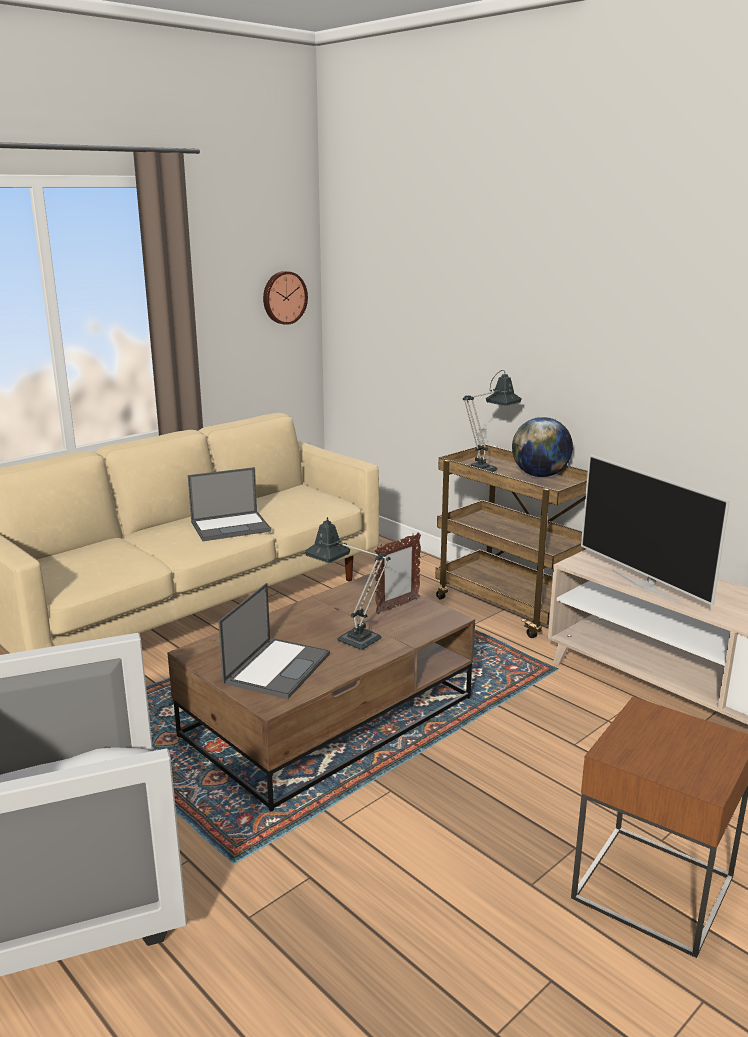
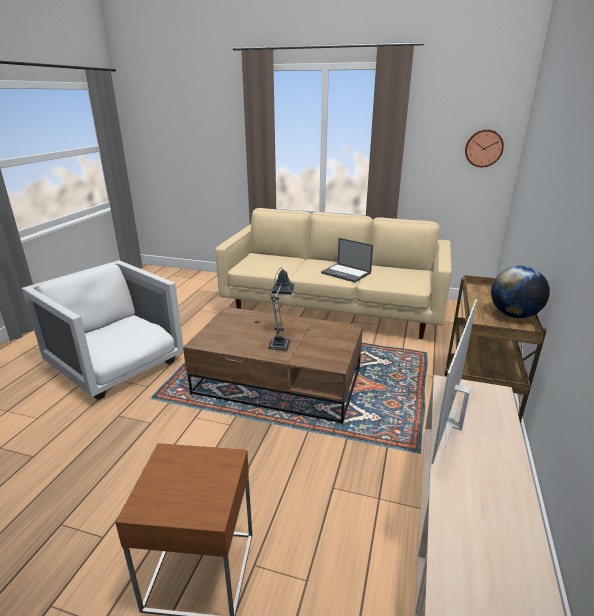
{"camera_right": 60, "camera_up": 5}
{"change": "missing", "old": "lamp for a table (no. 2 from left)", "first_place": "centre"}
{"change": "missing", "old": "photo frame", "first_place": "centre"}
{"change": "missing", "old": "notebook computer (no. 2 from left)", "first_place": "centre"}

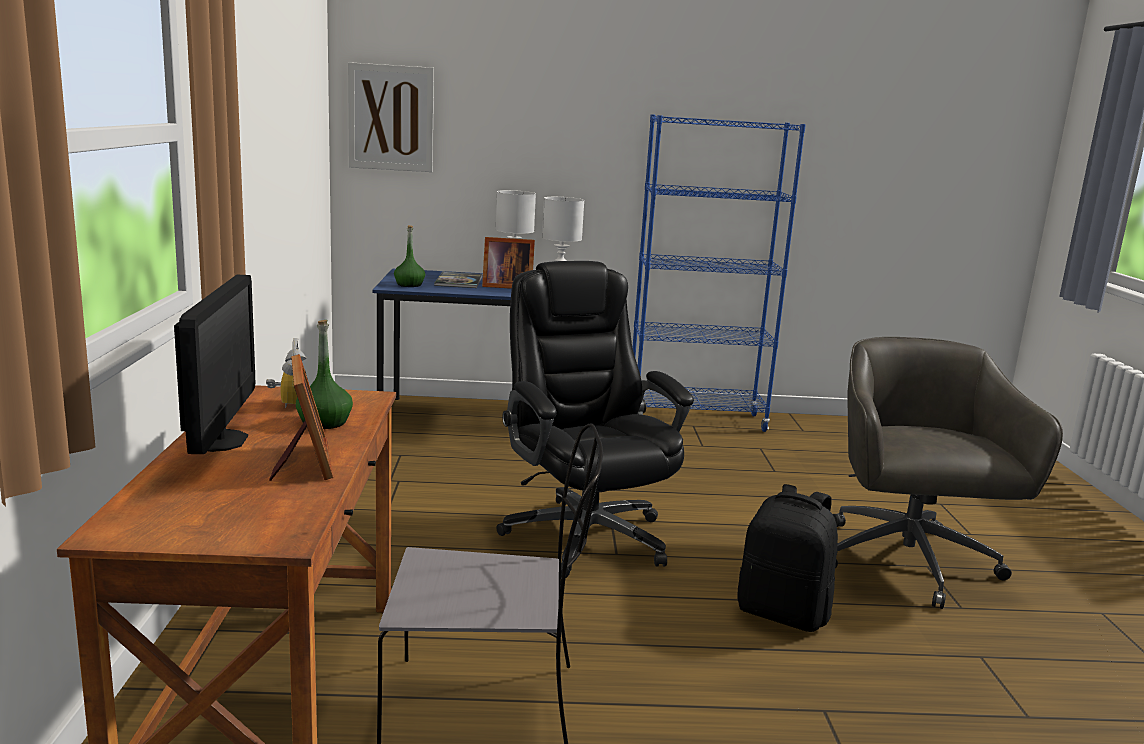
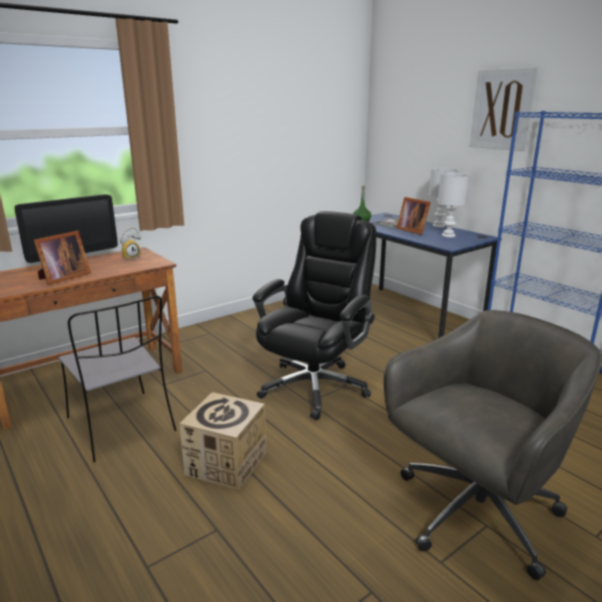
{"camera_right": 55, "camera_up": 5}
{"change": "relocated", "old": "wall art", "first_place": "top centre", "second_place": "top right"}
{"change": "missing", "old": "beverage bottle (green-coloured) (no. 1 from left)", "first_place": "middle left"}
{"change": "missing", "old": "rucksack (black)", "first_place": "bottom right"}
{"change": "appeared", "new": "cardboard box", "second_place": "bottom centre"}

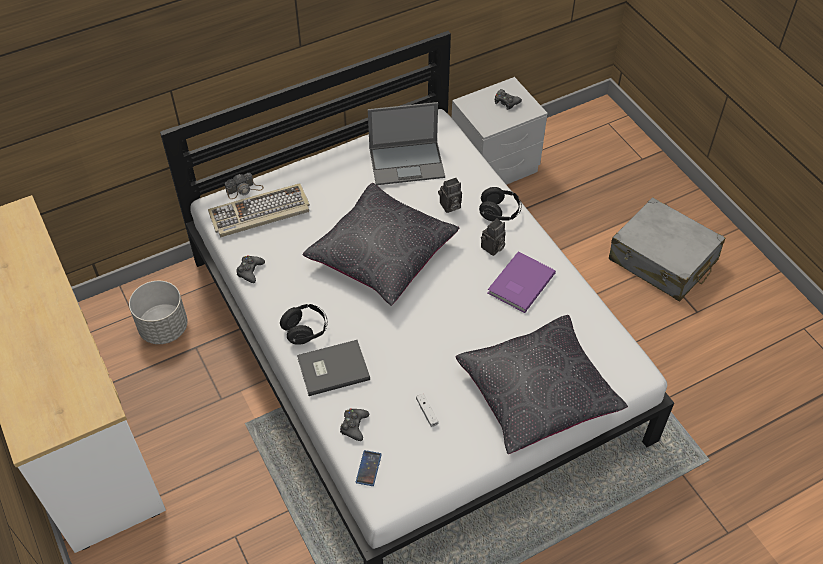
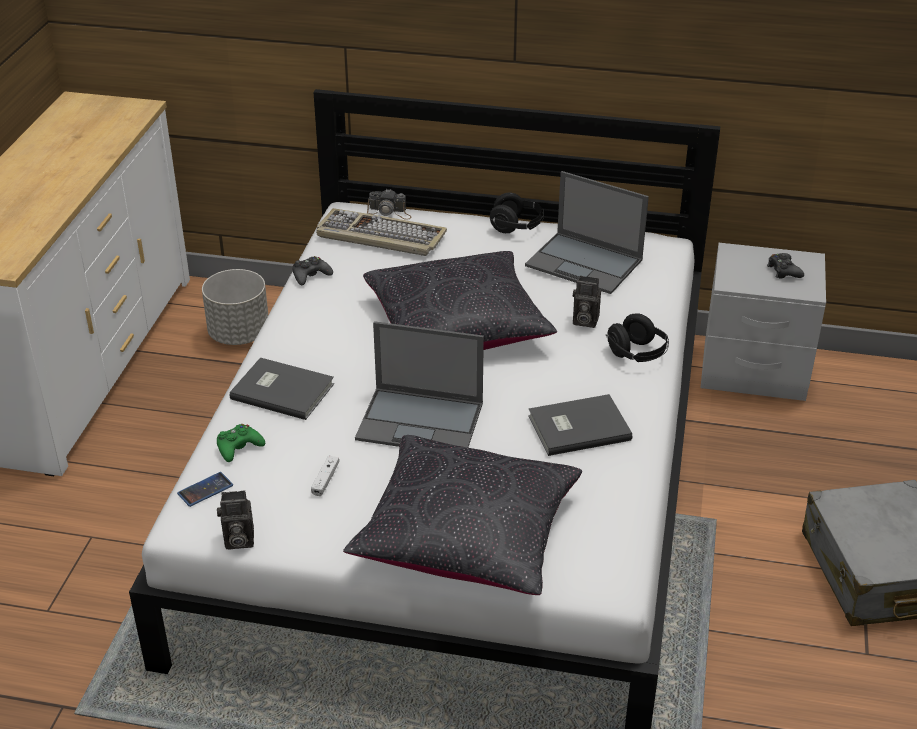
{"camera_right": 40, "camera_up": -15}
{"change": "relocated", "old": "still camera (no. 3 from left in the first image)", "new": "still camera (no. 1 from left)", "first_place": "centre", "second_place": "bottom left"}
{"change": "colour", "old": "book (purple)", "new": "book (grey) (no. 2 from left)", "first_place": "centre", "second_place": "centre"}
{"change": "relocated", "old": "headset (black) (no. 1 from left)", "first_place": "centre", "second_place": "top centre"}
{"change": "colour", "old": "gamepad (black) (no. 2 from left)", "new": "gamepad (green-coloured)", "first_place": "bottom centre", "second_place": "middle left"}
{"change": "appeared", "new": "notebook computer (no. 1 from left)", "second_place": "centre"}

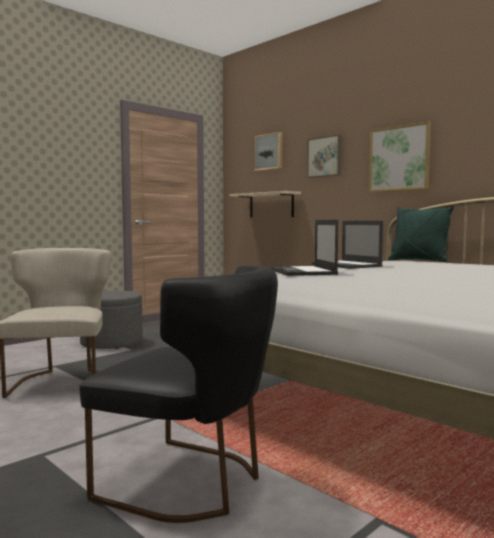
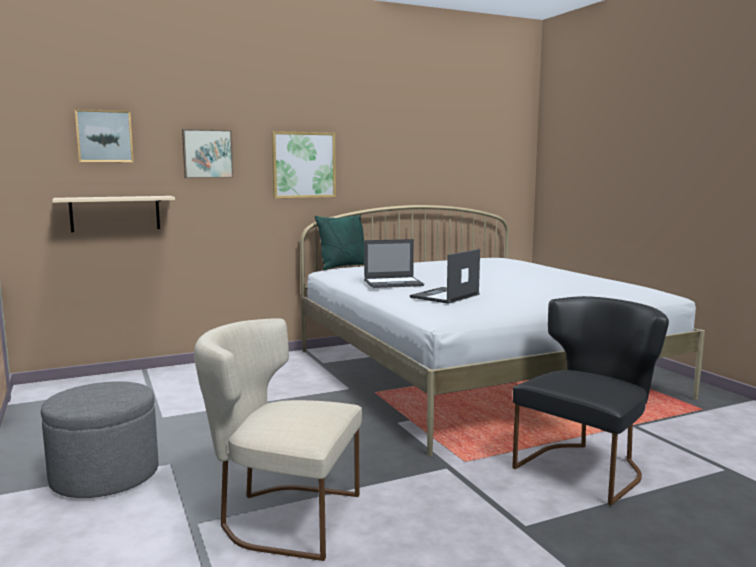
{"camera_right": -70, "camera_up": 5}
{"change": "spun", "old": "notebook computer (no. 1 from left in the first image)", "first_place": "centre", "second_place": "centre", "degrees": 120}

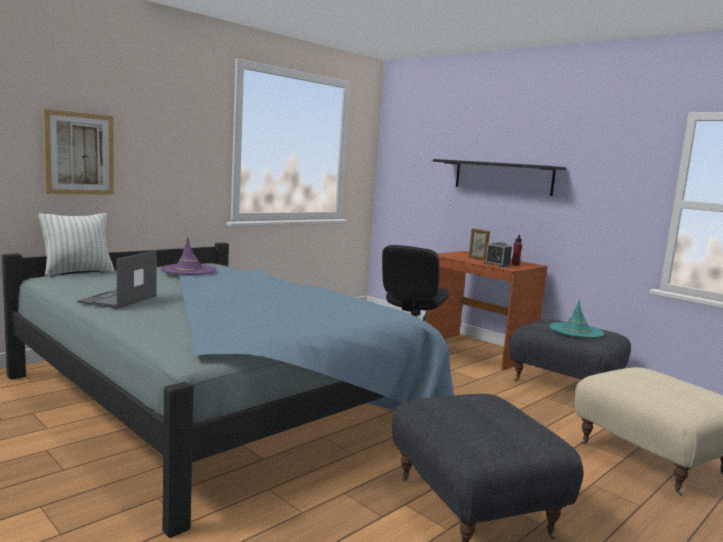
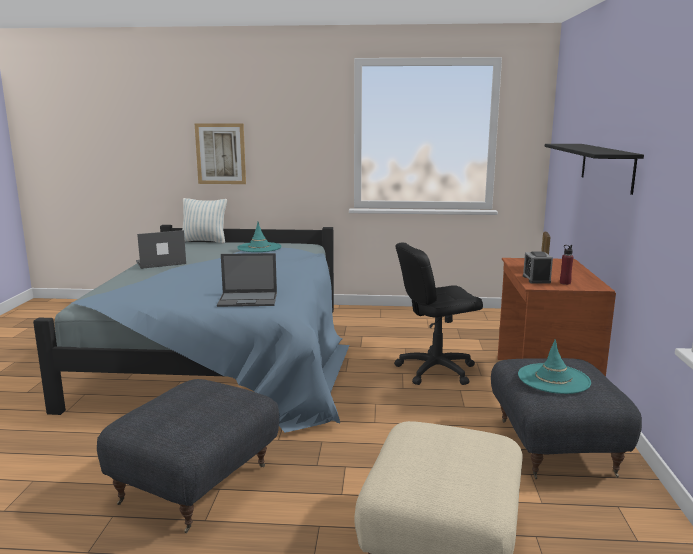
{"camera_right": 50, "camera_up": 5}
{"change": "colour", "old": "hat (purple)", "new": "hat (turquoise-coloured) (no. 1 from left)", "first_place": "middle left", "second_place": "centre"}
{"change": "appeared", "new": "notebook computer (no. 2 from left)", "second_place": "centre"}

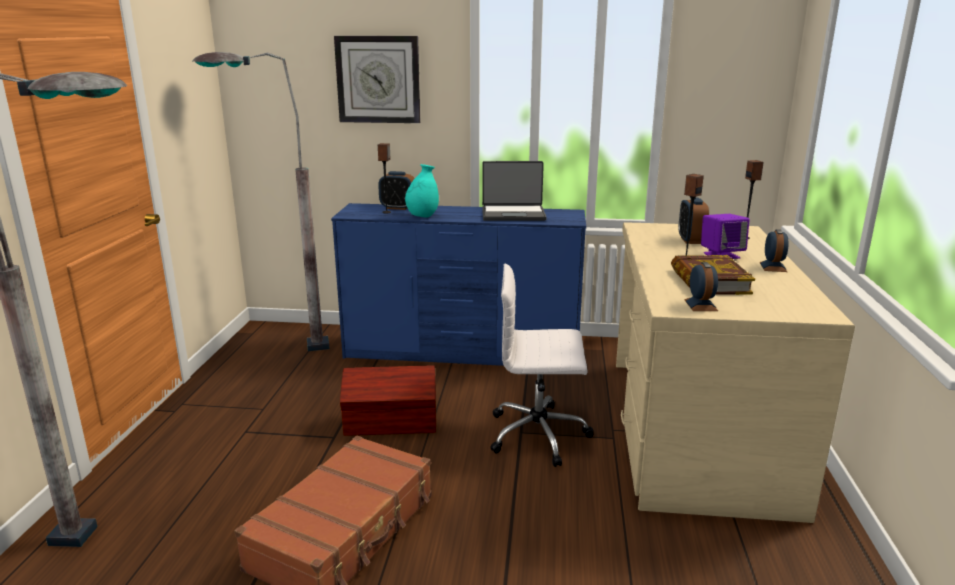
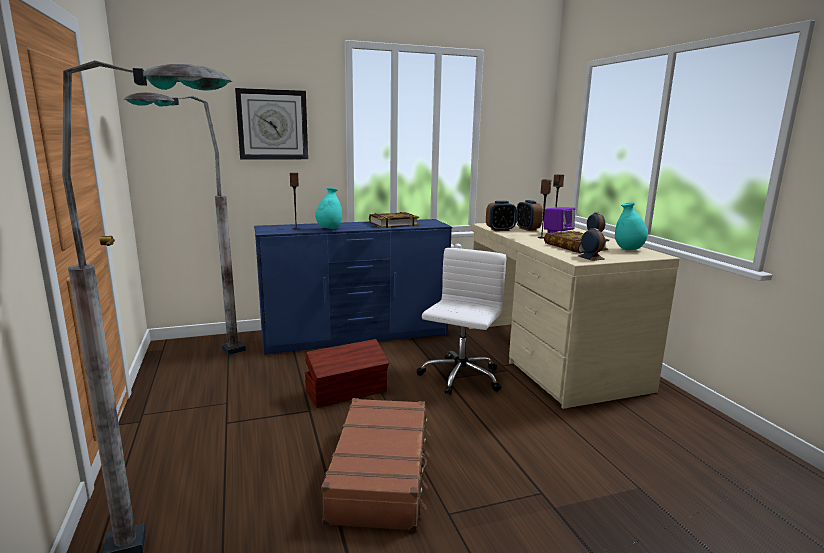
{"camera_right": -25, "camera_up": -5}
{"change": "exchanged", "old": "notebook computer", "new": "book (no. 1 from left)", "first_place": "top centre", "second_place": "centre"}
{"change": "relocated", "old": "alarm clock (no. 1 from left)", "first_place": "top centre", "second_place": "centre"}
{"change": "spun", "old": "computer chair (white-coloured)", "first_place": "centre", "second_place": "centre", "degrees": 135}
{"change": "appeared", "new": "vase (turquoise-coloured) (no. 2 from left)", "second_place": "middle right"}

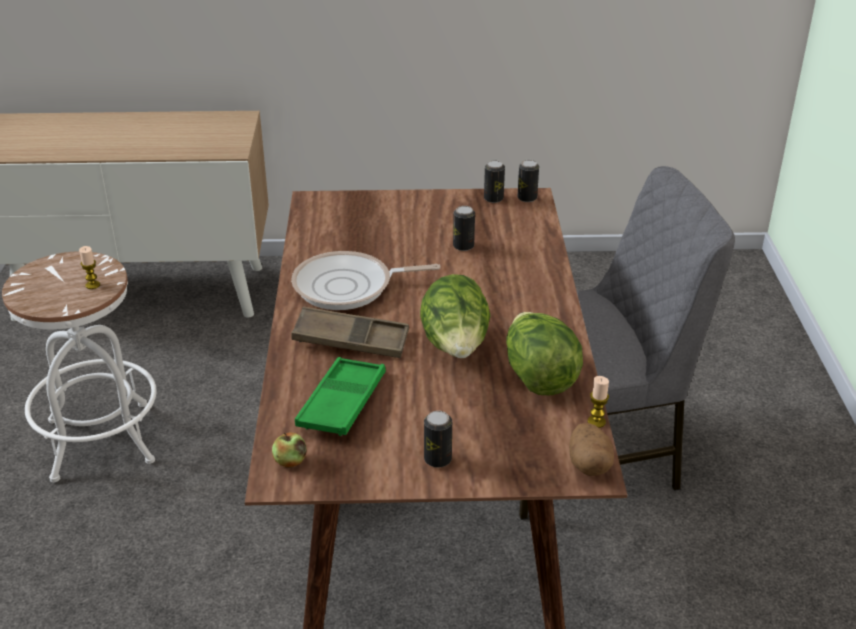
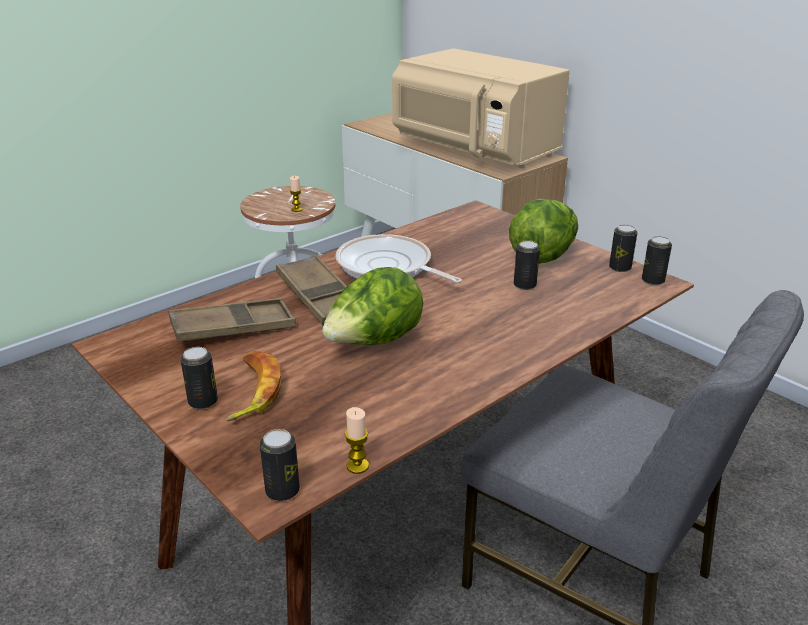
{"camera_right": 50, "camera_up": -5}
{"change": "relocated", "old": "lettuce head (no. 2 from left)", "first_place": "centre", "second_place": "middle right"}
{"change": "colour", "old": "carrying tray (green-coloured)", "new": "carrying tray (brown-coloured) (no. 1 from left)", "first_place": "centre", "second_place": "middle left"}
{"change": "exchanged", "old": "spud", "new": "can (no. 2 from left)", "first_place": "bottom right", "second_place": "bottom centre"}
{"change": "missing", "old": "whole apple", "first_place": "bottom centre"}
{"change": "appeared", "new": "kitchen microwave (beige-coloured)", "second_place": "top centre"}
{"change": "appeared", "new": "whole banana", "second_place": "middle left"}

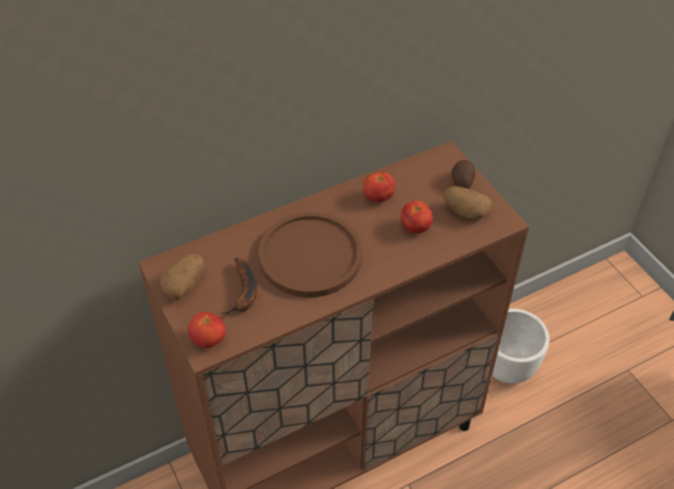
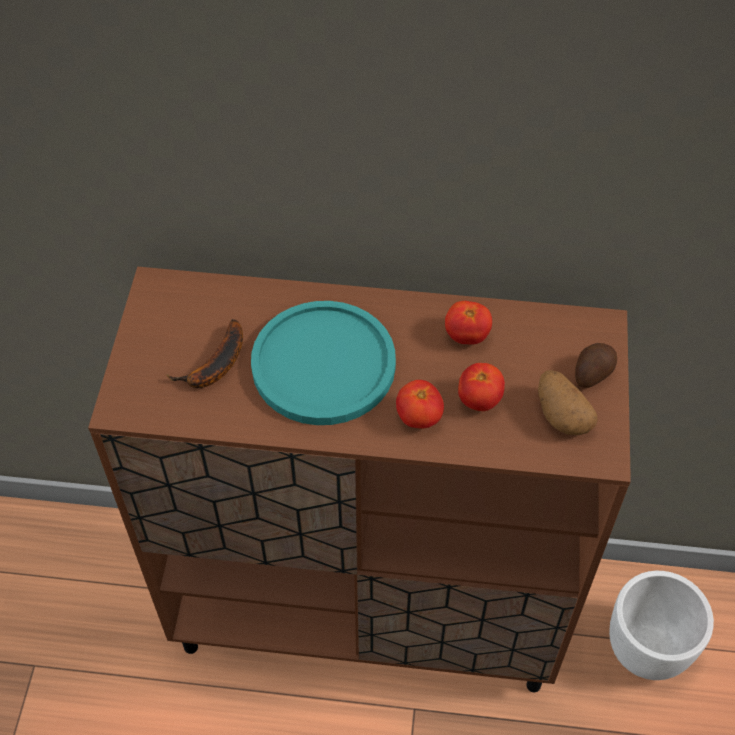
{"camera_right": 35, "camera_up": 5}
{"change": "colour", "old": "flat dish (brown-coloured)", "new": "flat dish (turquoise-coloured)", "first_place": "centre", "second_place": "centre"}
{"change": "missing", "old": "spud (no. 1 from left)", "first_place": "middle left"}
{"change": "relocated", "old": "fresh tomato (no. 1 from left)", "first_place": "bottom left", "second_place": "centre"}

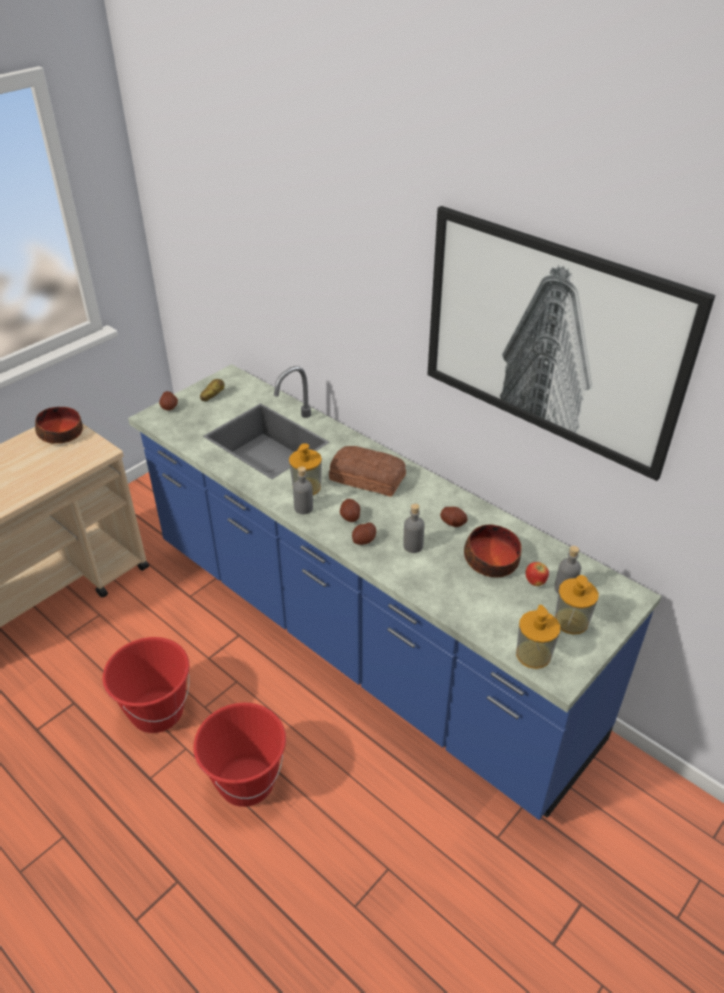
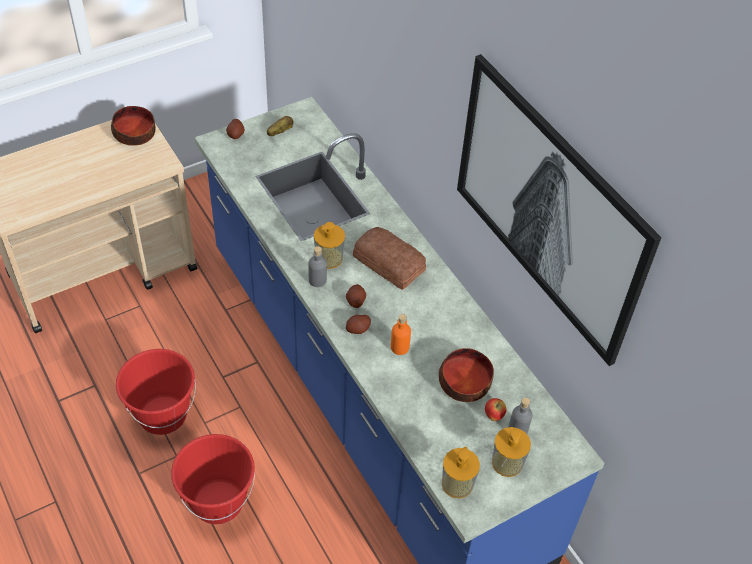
{"camera_right": 15, "camera_up": 10}
{"change": "colour", "old": "beverage bottle (grey) (no. 2 from left)", "new": "beverage bottle (orangey)", "first_place": "centre", "second_place": "centre"}
{"change": "missing", "old": "spud (no. 5 from left)", "first_place": "centre"}

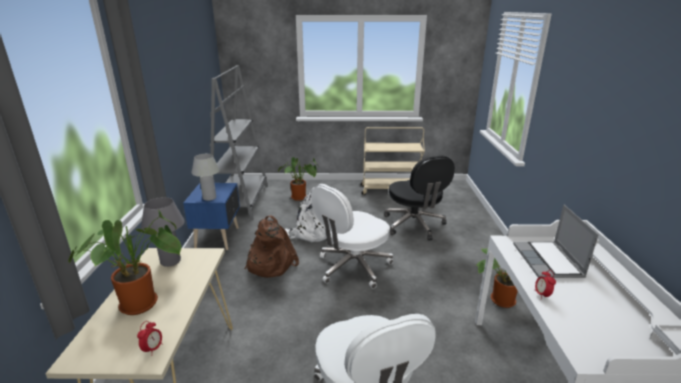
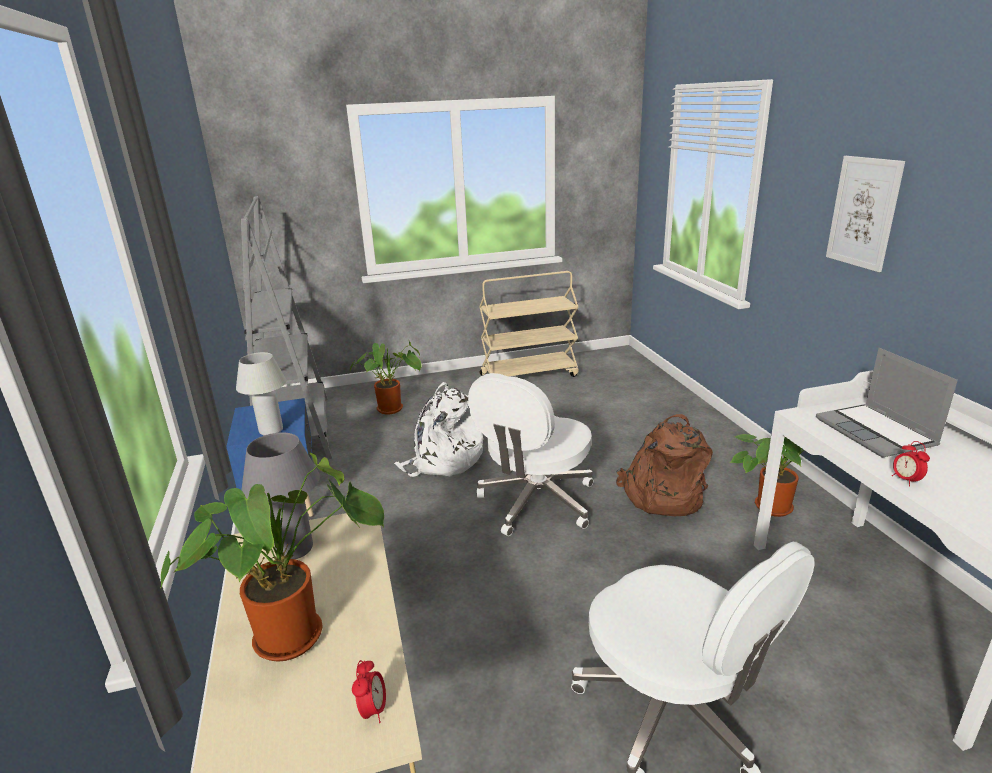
{"camera_right": -15, "camera_up": 0}
{"change": "missing", "old": "computer chair (black)", "first_place": "centre"}
{"change": "relocated", "old": "rucksack (brown-coloured)", "first_place": "centre", "second_place": "middle right"}
{"change": "appeared", "new": "wall art", "second_place": "top right"}

